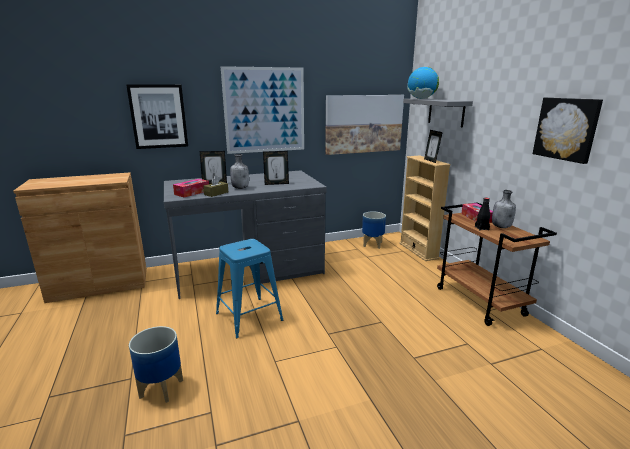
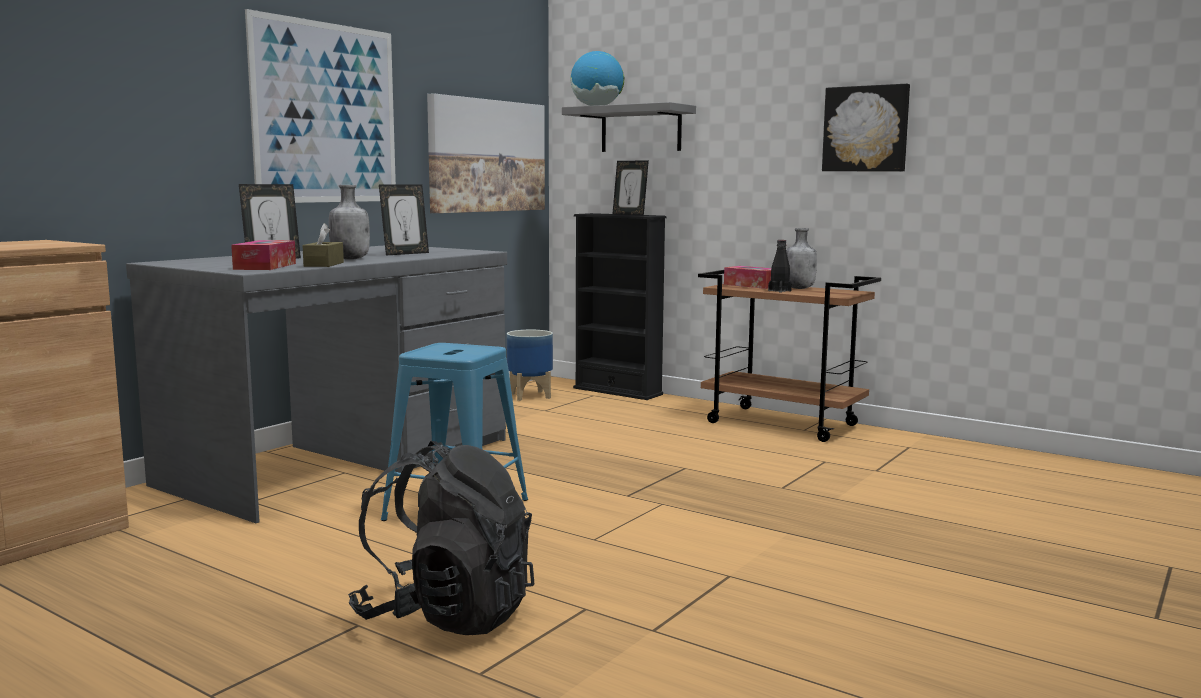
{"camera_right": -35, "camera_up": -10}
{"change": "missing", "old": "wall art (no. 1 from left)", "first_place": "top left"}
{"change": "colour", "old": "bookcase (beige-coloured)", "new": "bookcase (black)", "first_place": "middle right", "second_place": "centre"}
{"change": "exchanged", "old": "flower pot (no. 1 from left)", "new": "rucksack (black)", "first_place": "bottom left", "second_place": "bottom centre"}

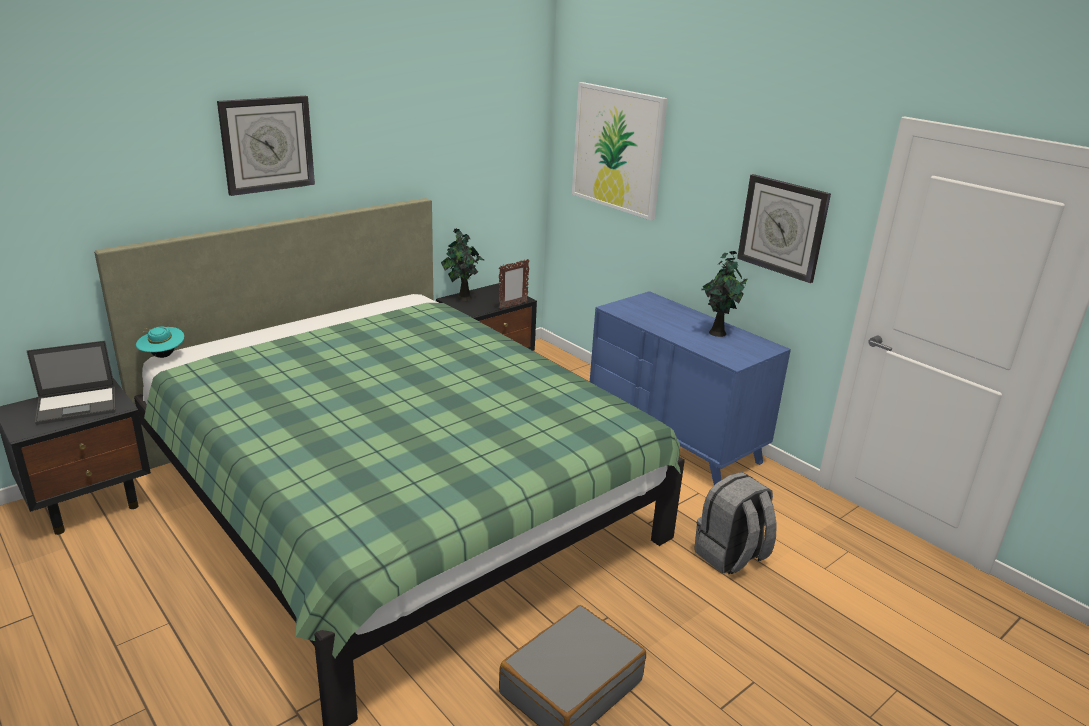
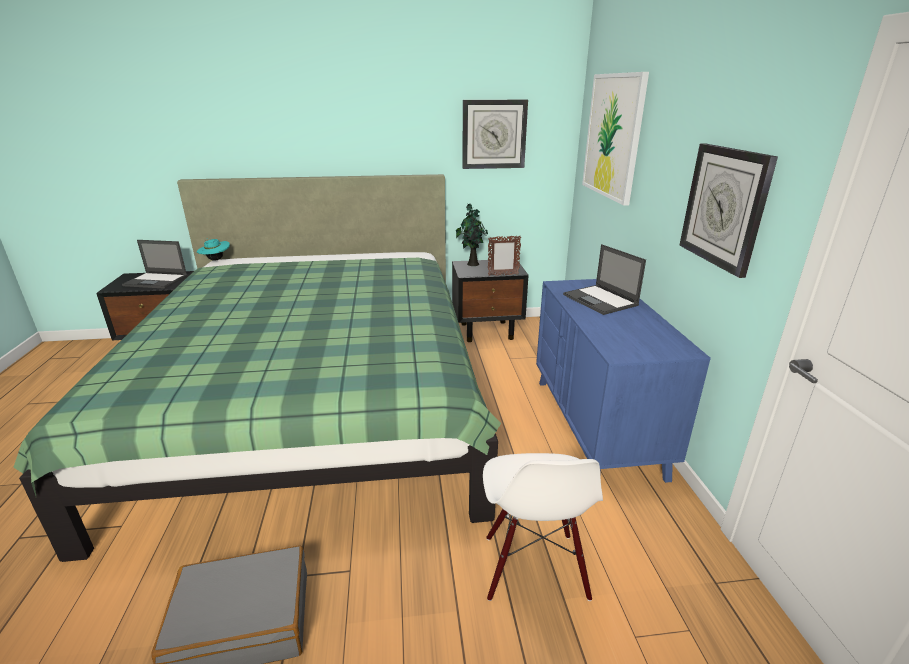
{"camera_right": 35, "camera_up": 0}
{"change": "relocated", "old": "hanging clock (no. 1 from left)", "first_place": "top left", "second_place": "top centre"}
{"change": "missing", "old": "houseplant (no. 2 from left)", "first_place": "centre"}
{"change": "exchanged", "old": "rucksack (grey)", "new": "plain chair (white-coloured)", "first_place": "bottom right", "second_place": "bottom centre"}
{"change": "appeared", "new": "notebook computer (no. 2 from left)", "second_place": "centre"}

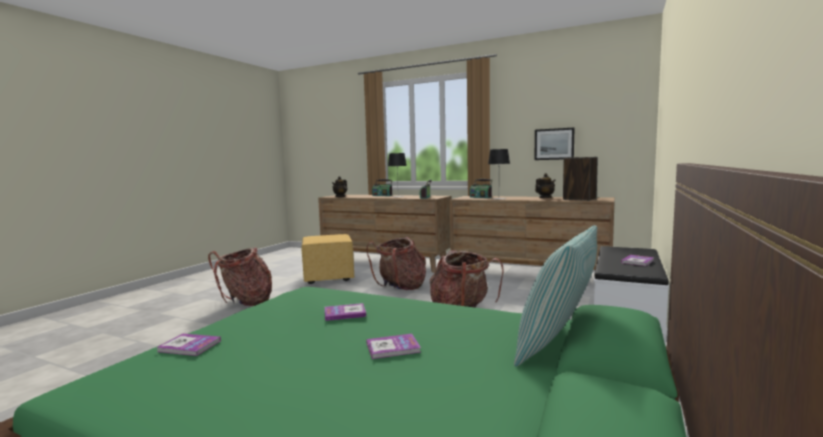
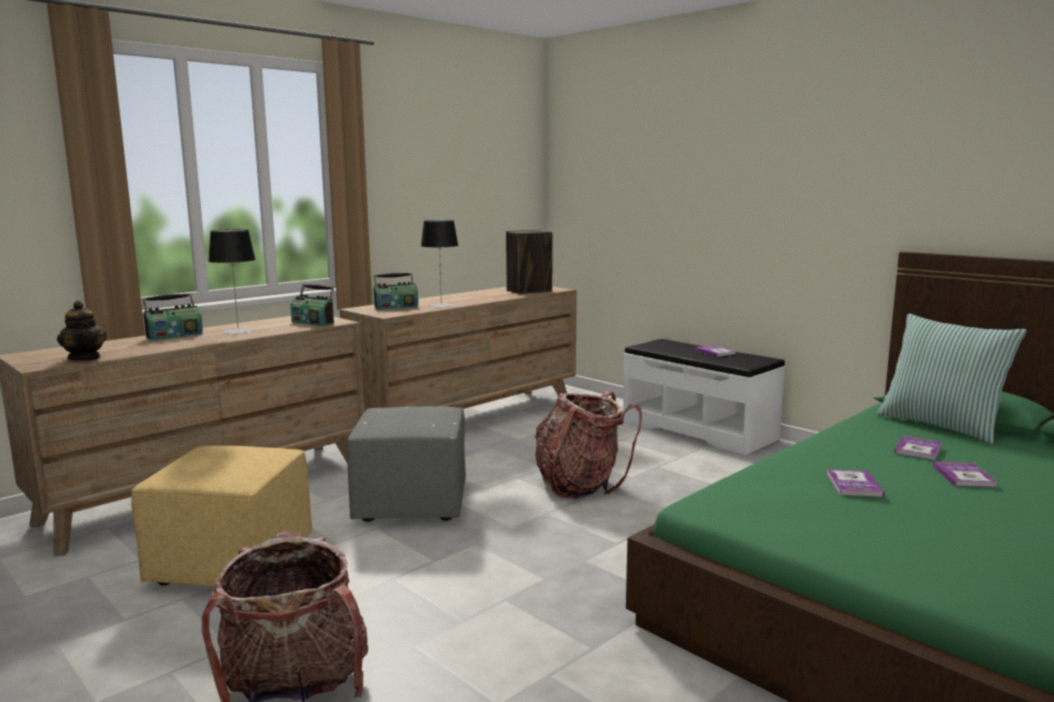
{"camera_right": -70, "camera_up": 5}
{"change": "missing", "old": "wall art", "first_place": "top right"}
{"change": "missing", "old": "tea pot (no. 2 from left)", "first_place": "centre"}
{"change": "exchanged", "old": "rucksack (no. 2 from left)", "new": "footrest (grey)", "first_place": "centre", "second_place": "centre"}
{"change": "relocated", "old": "book (no. 1 from left in the first image)", "new": "book (no. 3 from left)", "first_place": "bottom left", "second_place": "middle right"}

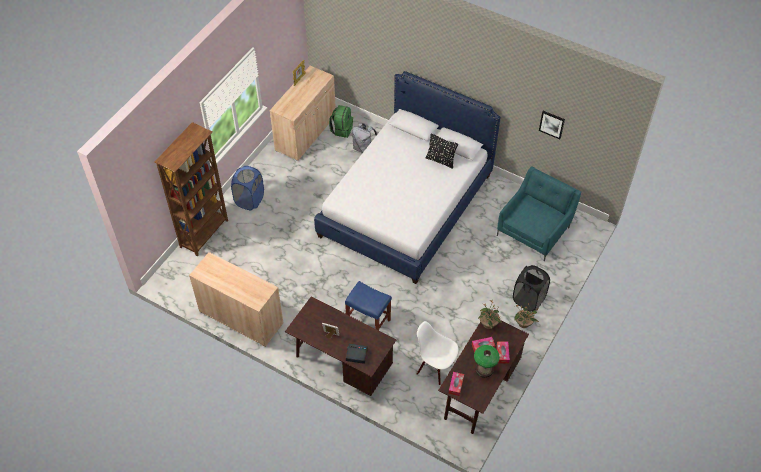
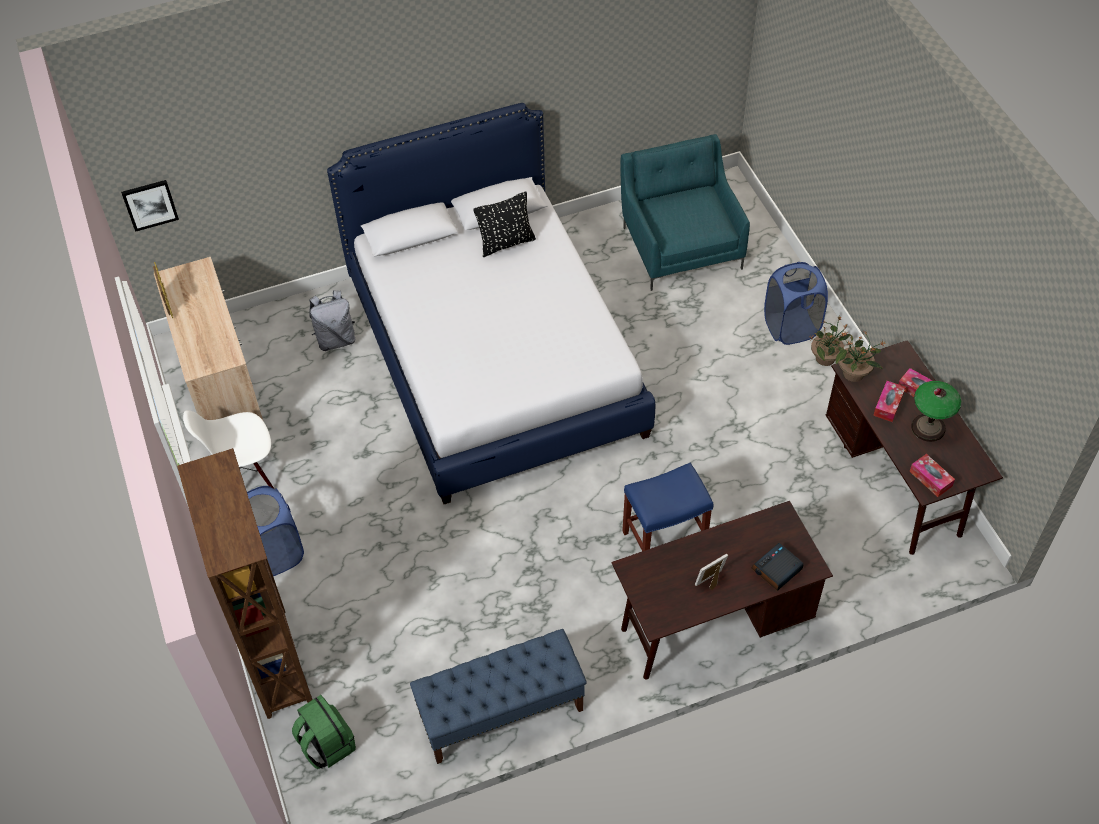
{"camera_right": -50, "camera_up": 0}
{"change": "relocated", "old": "rucksack (green-coloured)", "first_place": "top centre", "second_place": "bottom left"}
{"change": "relocated", "old": "wall art", "first_place": "top right", "second_place": "top left"}
{"change": "exchanged", "old": "cabinet (beige-coloured) (no. 1 from left)", "new": "long seat (blue)", "first_place": "middle left", "second_place": "bottom centre"}
{"change": "colour", "old": "laundry basket (black)", "new": "laundry basket (blue) (no. 2 from left)", "first_place": "middle right", "second_place": "middle right"}
{"change": "relocated", "old": "plain chair (white-coloured)", "first_place": "bottom centre", "second_place": "middle left"}

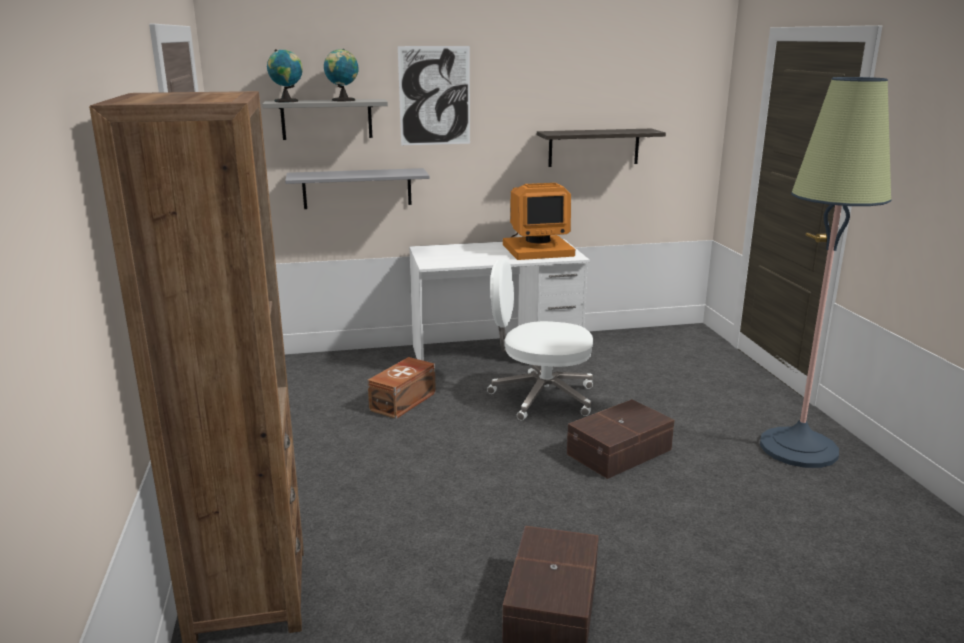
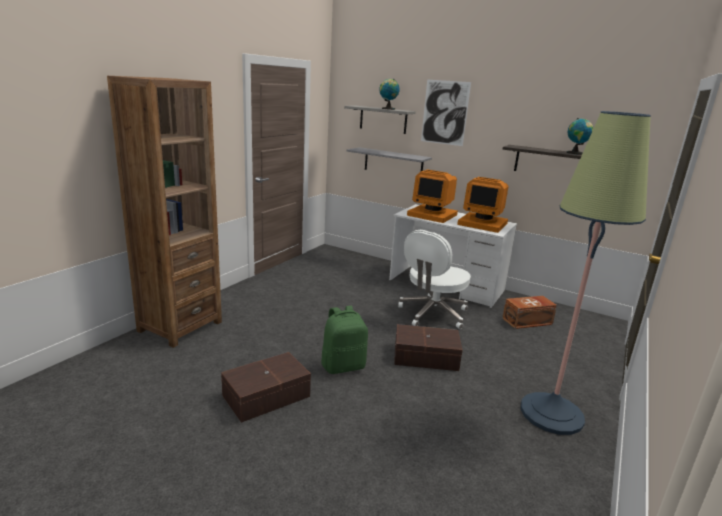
{"camera_right": 40, "camera_up": 0}
{"change": "relocated", "old": "world globe (no. 1 from left in the first image)", "new": "world globe (no. 2 from left)", "first_place": "top left", "second_place": "top right"}
{"change": "spun", "old": "computer chair (white-coloured)", "first_place": "centre", "second_place": "centre", "degrees": -105}
{"change": "relocated", "old": "storage container (brown-coloured) (no. 1 from left in the first image)", "new": "storage container (brown-coloured) (no. 3 from left)", "first_place": "centre", "second_place": "middle right"}
{"change": "appeared", "new": "computer screen (no. 1 from left)", "second_place": "centre"}
{"change": "appeared", "new": "rucksack (green-coloured)", "second_place": "centre"}

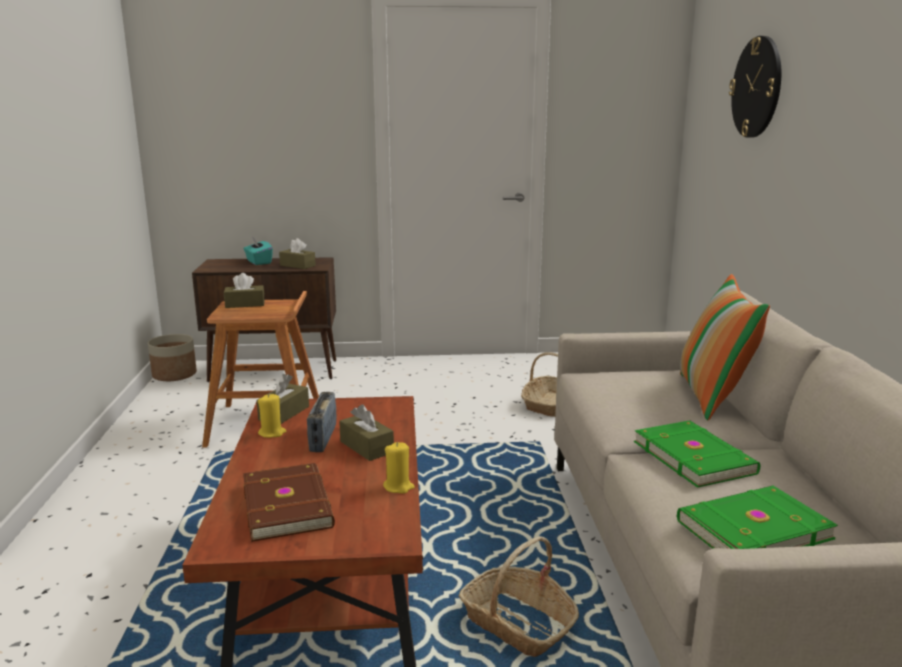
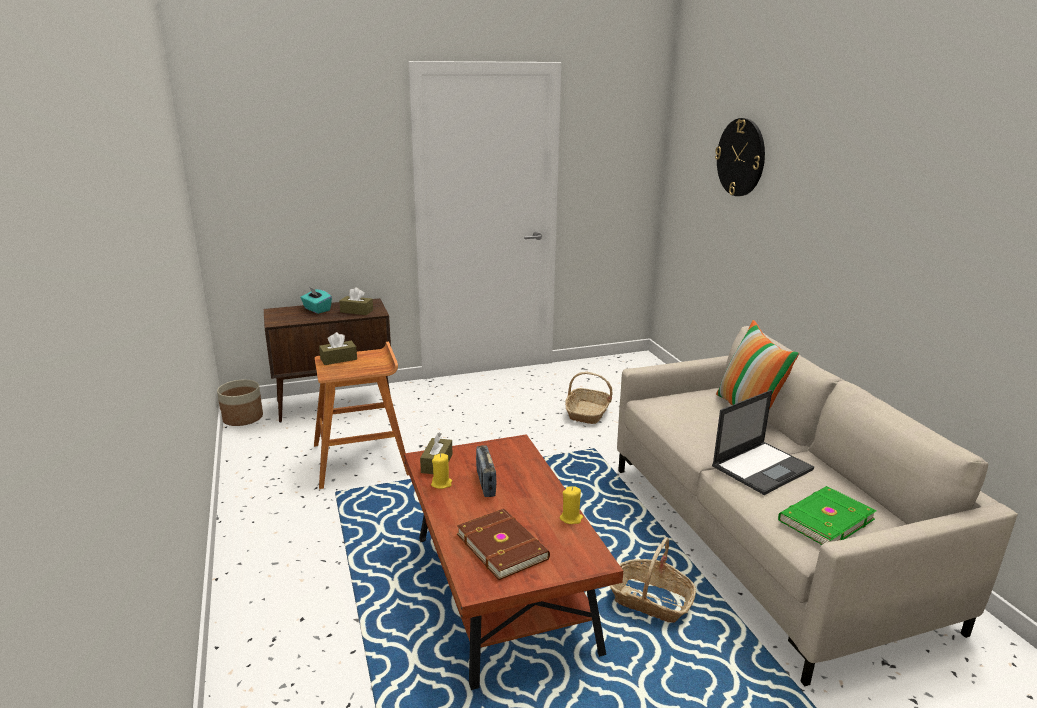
{"camera_right": -15, "camera_up": 5}
{"change": "missing", "old": "box of tissues (brown-coloured) (no. 4 from left)", "first_place": "centre"}
{"change": "exchanged", "old": "book (green-coloured) (no. 1 from left)", "new": "notebook computer", "first_place": "bottom right", "second_place": "middle right"}

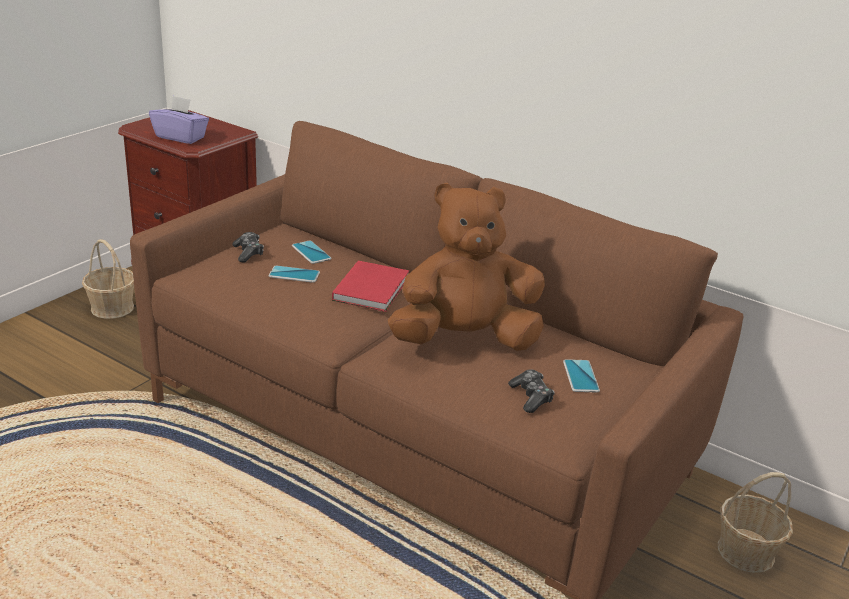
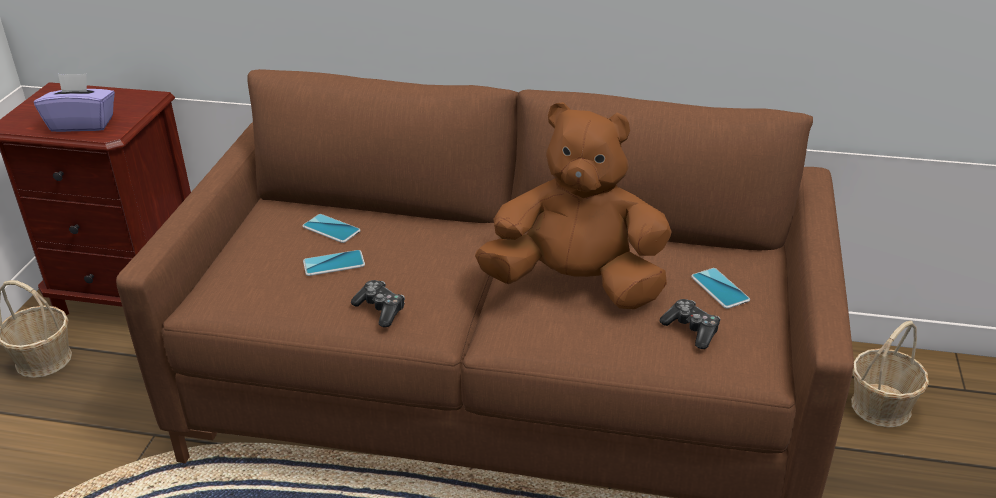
{"camera_right": -20, "camera_up": 5}
{"change": "spun", "old": "plush toy (brown-coloured)", "first_place": "centre", "second_place": "centre", "degrees": 45}
{"change": "relocated", "old": "gamepad (no. 1 from left)", "first_place": "middle left", "second_place": "centre"}
{"change": "missing", "old": "book (red-coloured)", "first_place": "centre"}

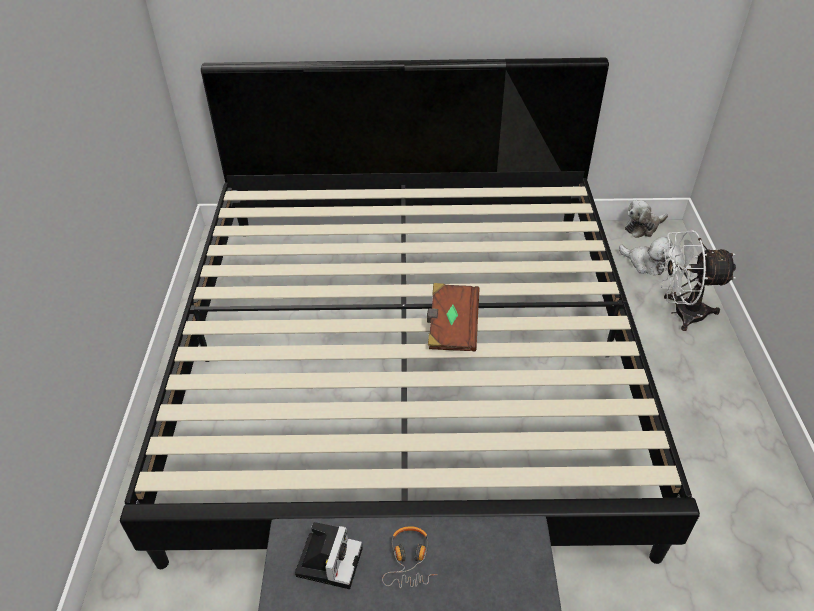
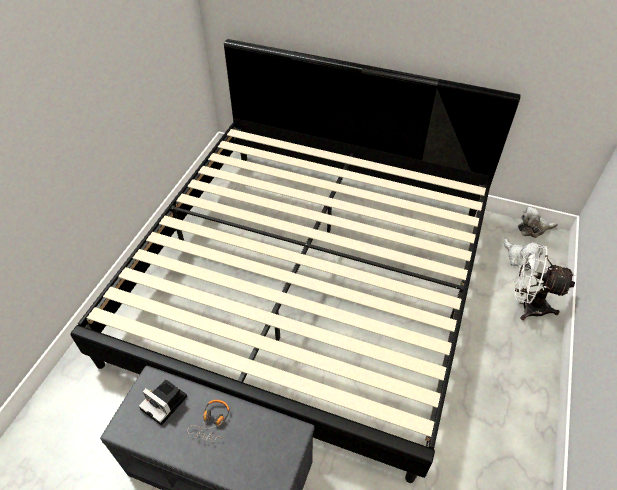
{"camera_right": 20, "camera_up": 5}
{"change": "missing", "old": "book (brown-coloured)", "first_place": "centre"}
{"change": "spun", "old": "still camera", "first_place": "bottom centre", "second_place": "bottom left", "degrees": 90}

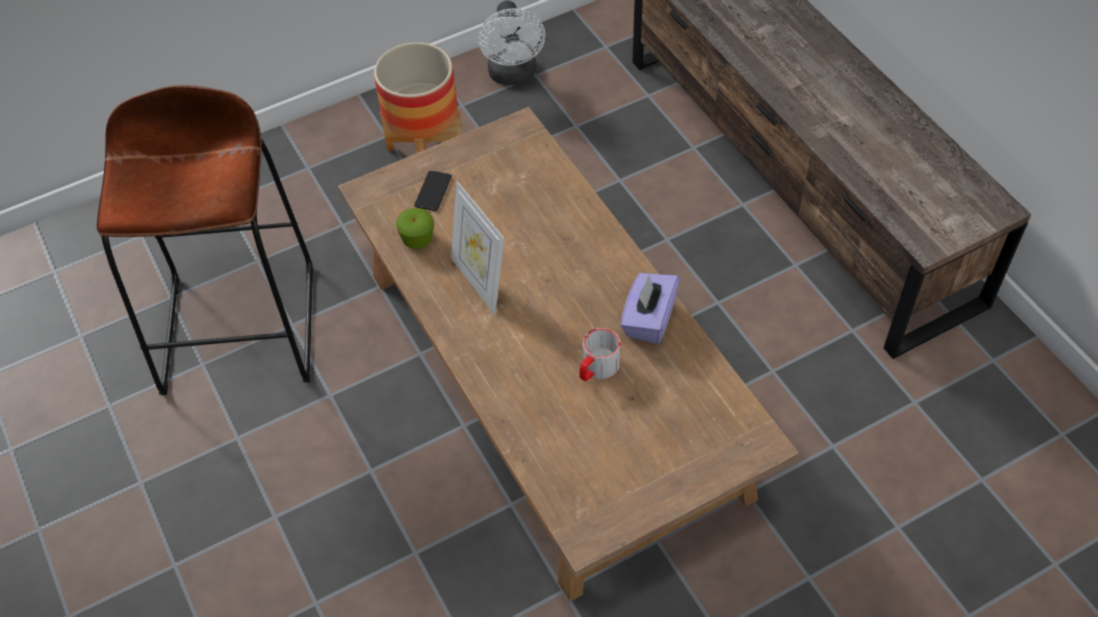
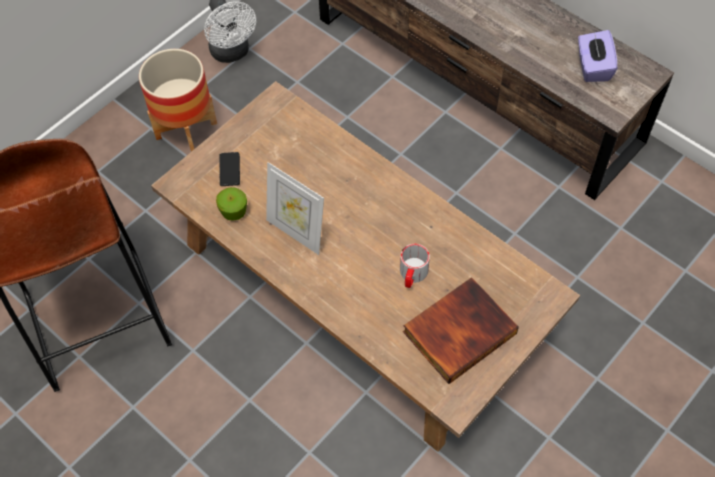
{"camera_right": -20, "camera_up": 5}
{"change": "relocated", "old": "box of tissues (purple)", "first_place": "centre", "second_place": "top right"}
{"change": "appeared", "new": "book", "second_place": "bottom centre"}

